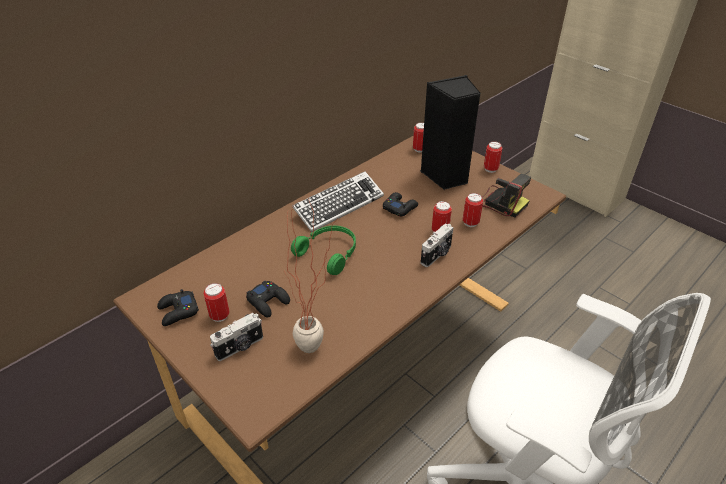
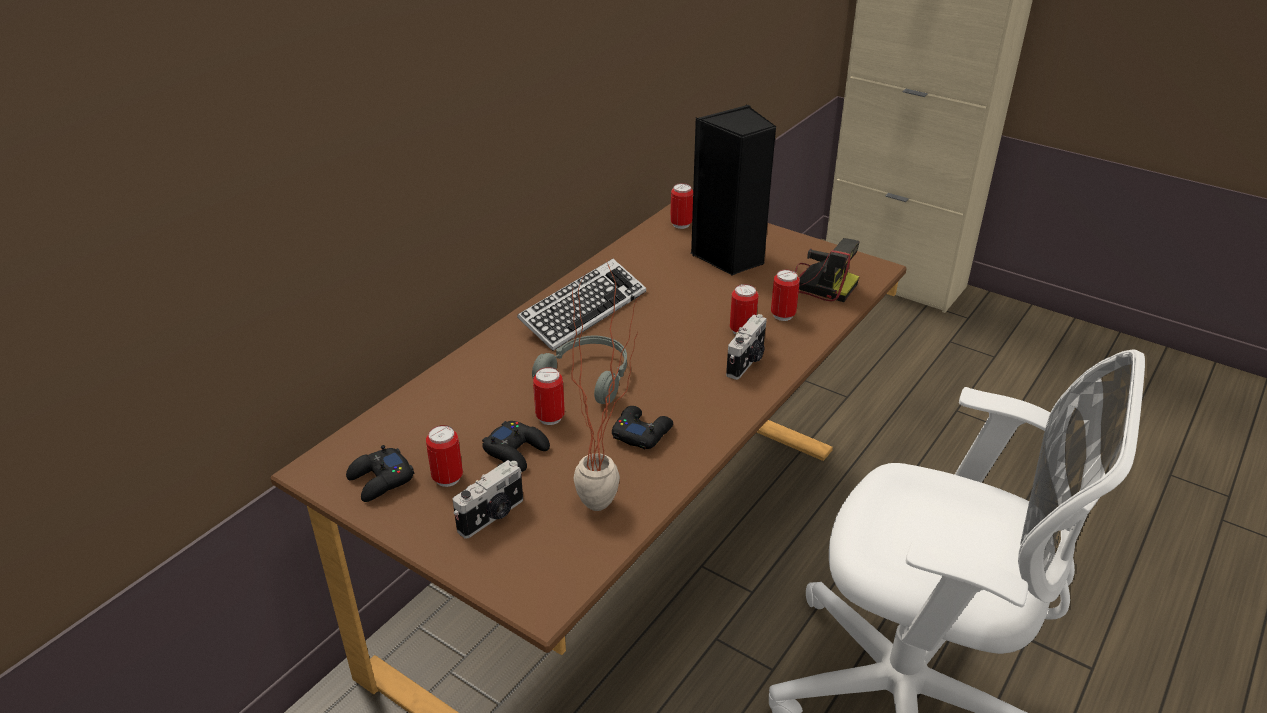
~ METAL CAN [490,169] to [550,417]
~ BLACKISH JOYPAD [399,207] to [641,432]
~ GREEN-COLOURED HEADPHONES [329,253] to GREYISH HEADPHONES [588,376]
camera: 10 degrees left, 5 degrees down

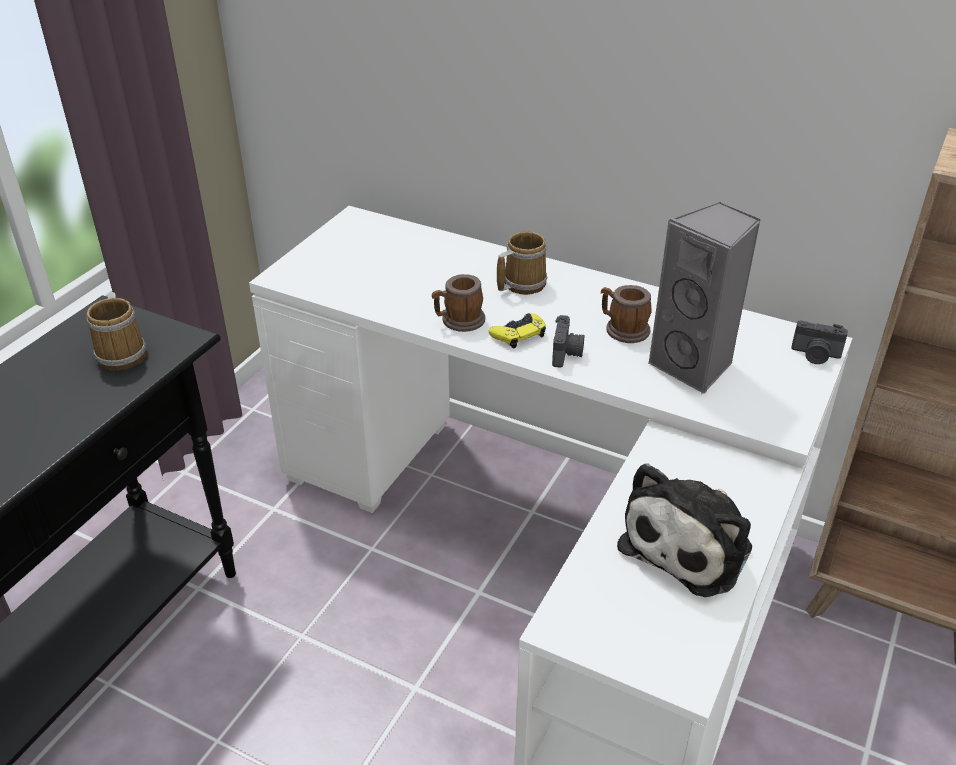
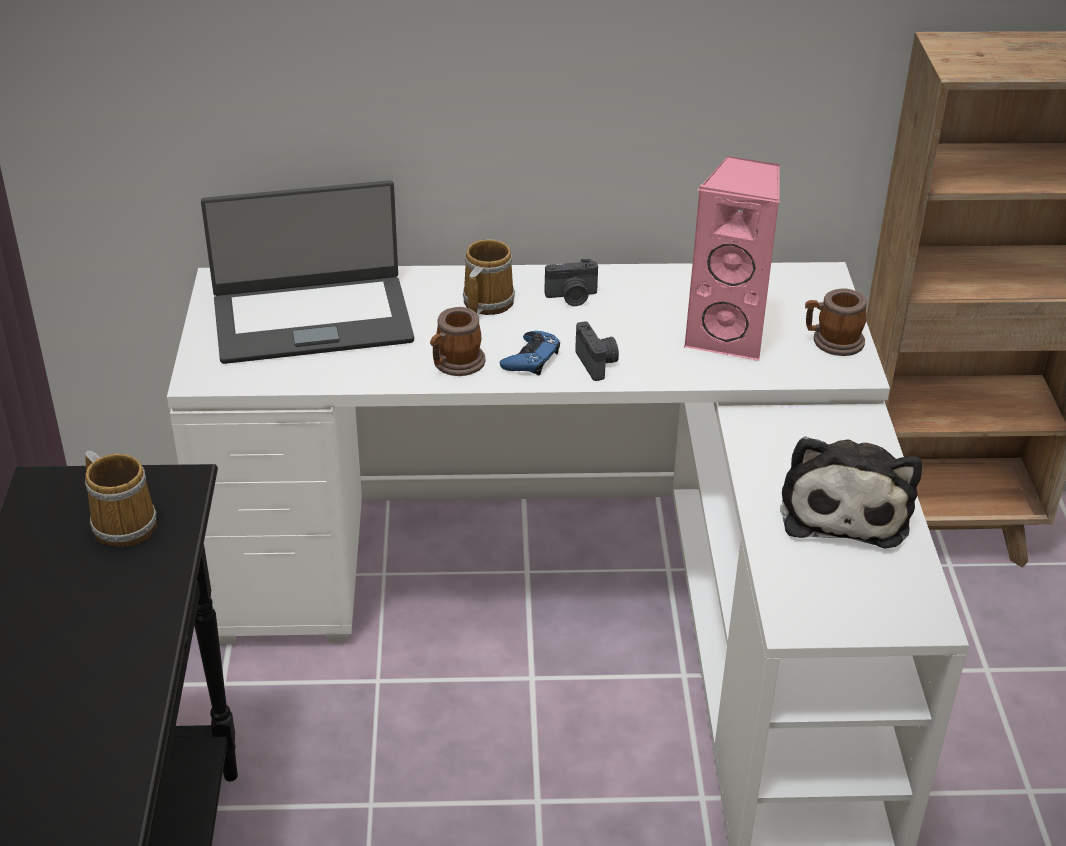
~ GREYISH SPEAKER [694,367] to PINK-COLOURED SPEAKER [729,336]
~ TEA MUG [623,329] to [832,342]
~ YELLOWISH JOYPAD [518,334] to BLUE-COLOURED JOYPAD [531,359]
~ STILL CAMERA [815,355] to [572,297]
+ PORTABLE COMPUTER [312,319]
camera: 30 degrees left, 0 degrees up

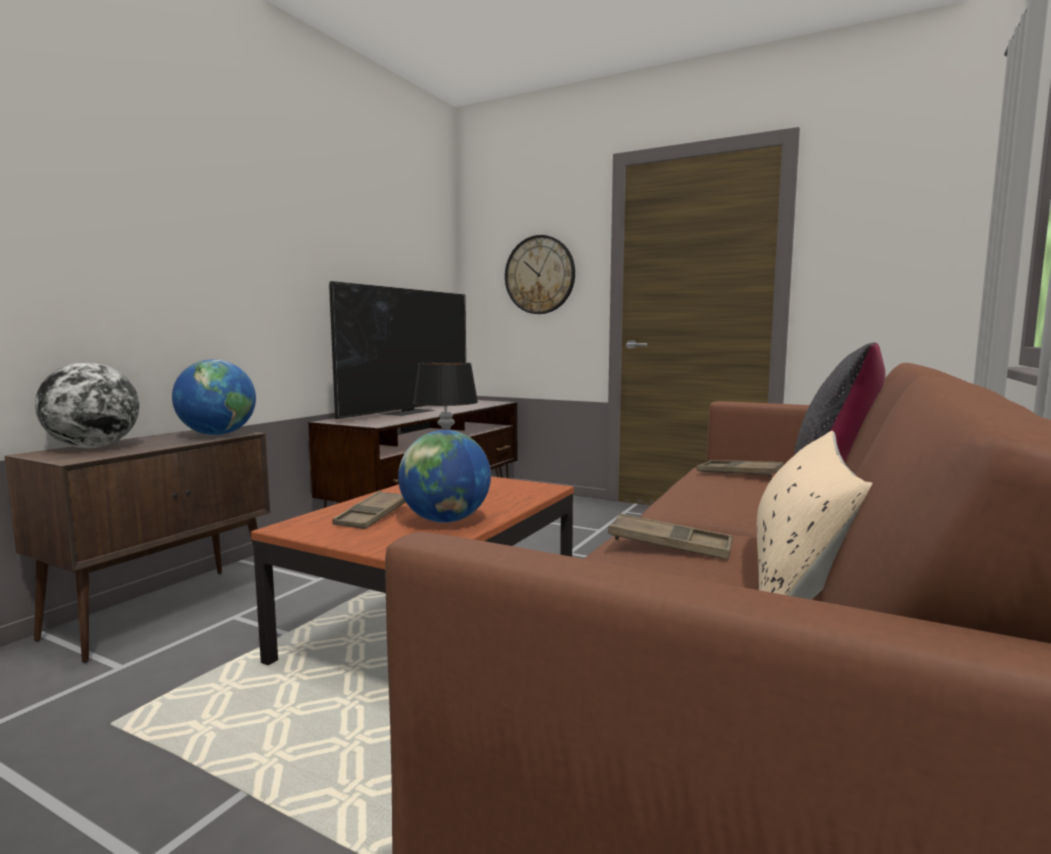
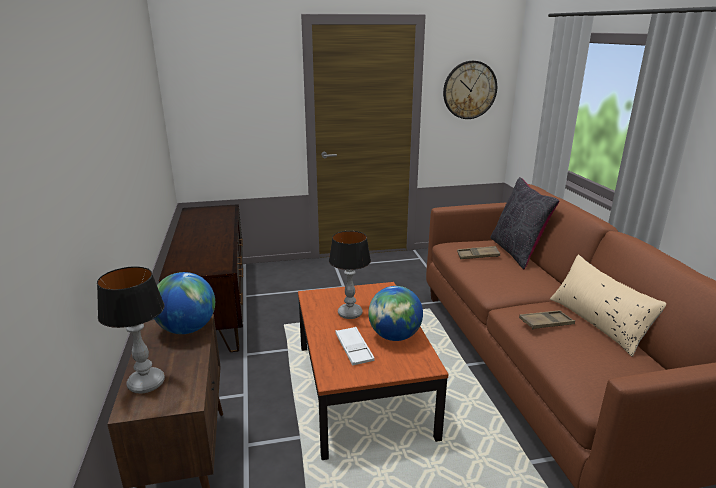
~ CLOCK ON THE WALL [540,275] to [469,90]
- TV [408,411]
~ GLOBE [93,447] to TABLE LAMP [146,383]
~ BROWN SERVING TRAY [373,516] to WHITISH SERVING TRAY [354,349]
camera: 40 degrees left, 15 degrees up

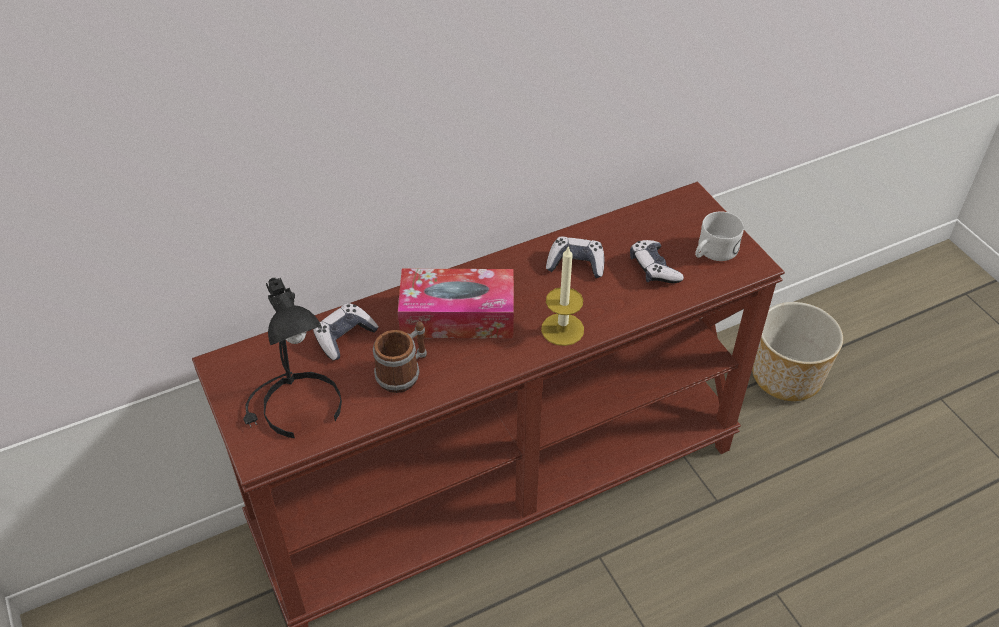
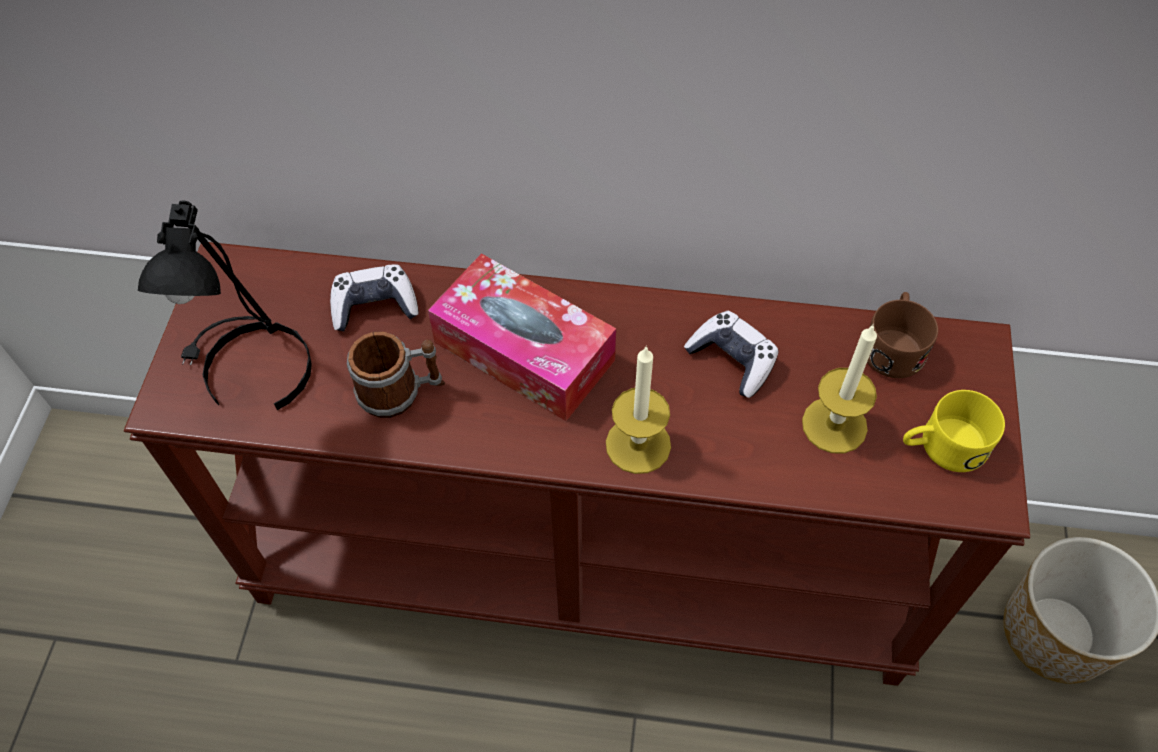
~ WHITISH TEA MUG [712,252] to YELLOWISH TEA MUG [941,446]
~ JOYPAD [653,269] to CANDLE [834,425]
+ BROWN TEA MUG [894,345]
camera: 35 degrees right, 10 degrees up

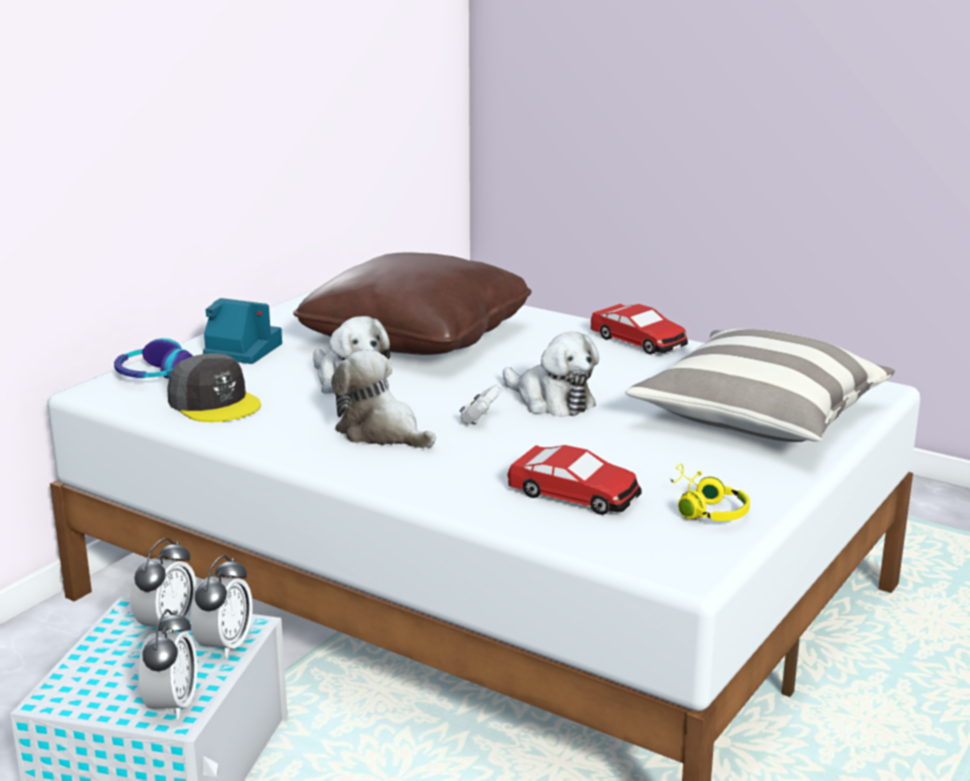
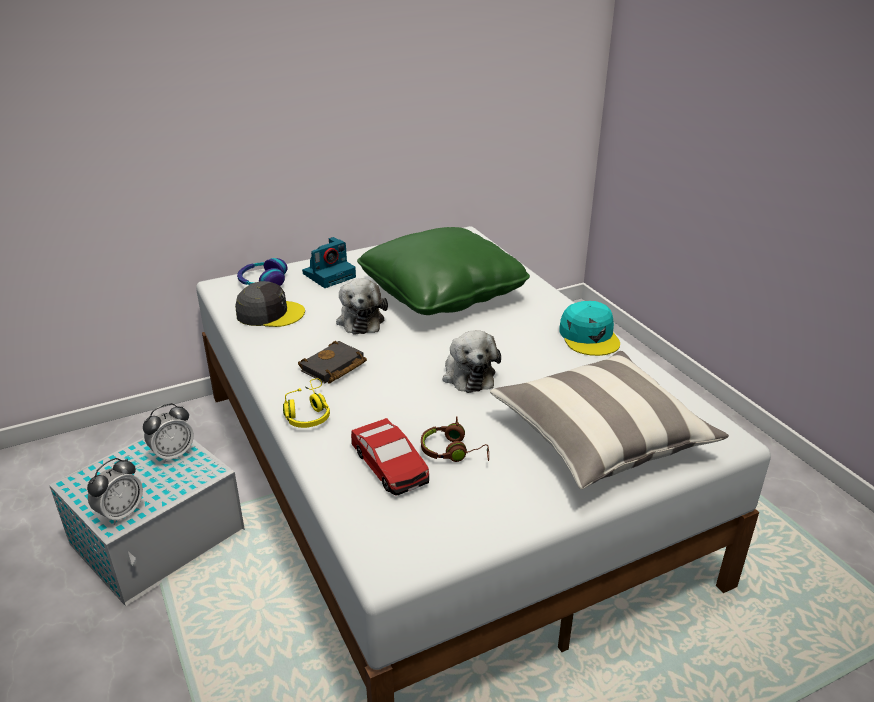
~ BROWN PILLOW [417,338] to GREEN-COLOURED PILLOW [442,293]
~ STILL CAMERA [241,350] = [330,275] 90 degrees clockwise
~ MINIATURE CAR [638,341] to BLUE-GREEN BASEBALL CAP [589,336]
~ SOFT TOY [381,433] to BLACKISH BOOK [333,368]
~ GREYISH BASEBALL CAP [214,403] = [270,313] 75 degrees counterclockwise
- WHITISH JOYPAD [480,419]
~ YELLOWISH HEADPHONES [704,509] to [308,413]
- ALARM CLOCK [224,645]
+ BROWN HEADPHONES [454,451]
camera: 30 degrees right, 10 degrees up

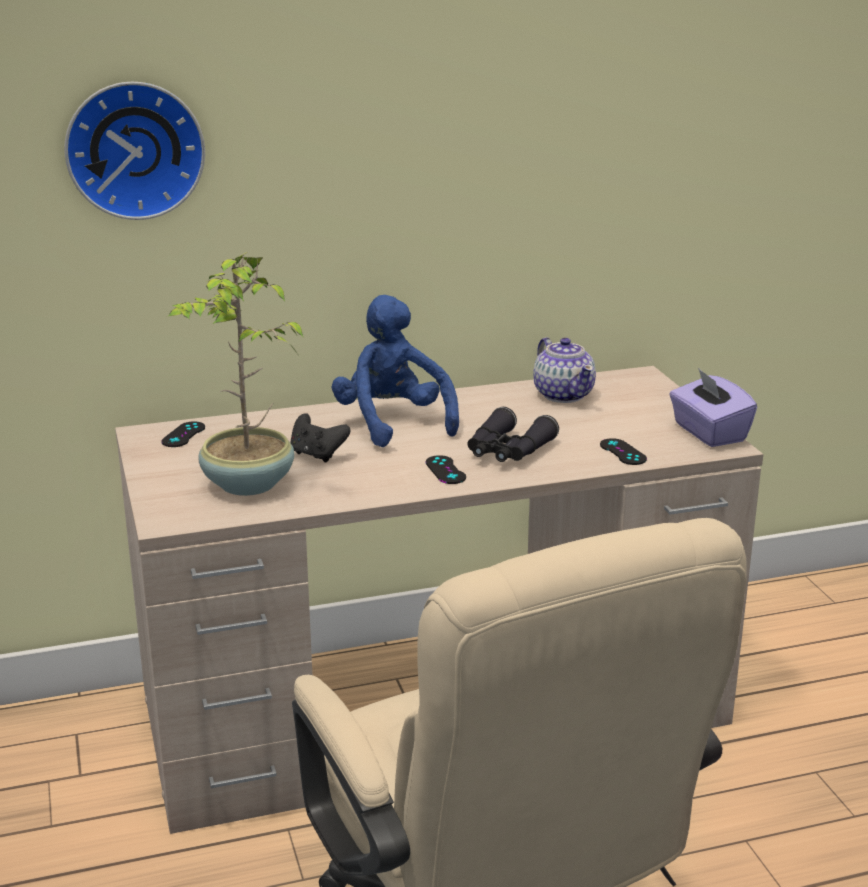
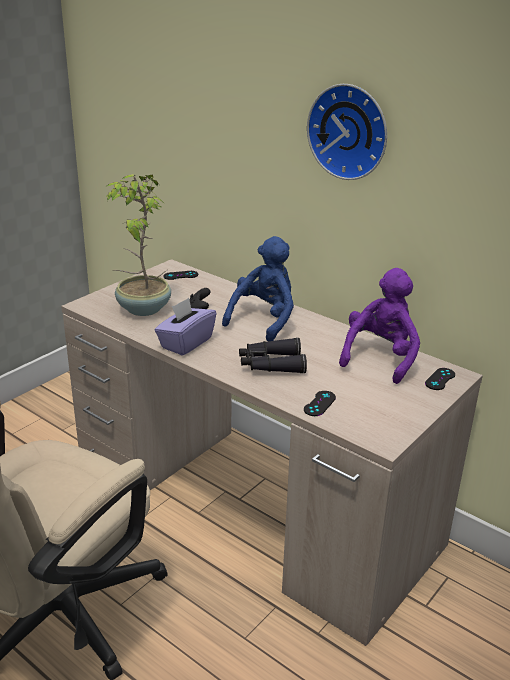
~ CLOCK ON THE WALL [134,149] to [350,131]
~ POT FOR TEA [563,394] to PURPLISH SOFT TOY [380,357]
~ PURPLISH TISSUE BOX [708,433] to [186,343]
~ BLACKISH JOYPAD [445,470] to [440,379]
camera: 55 degrees right, 5 degrees up

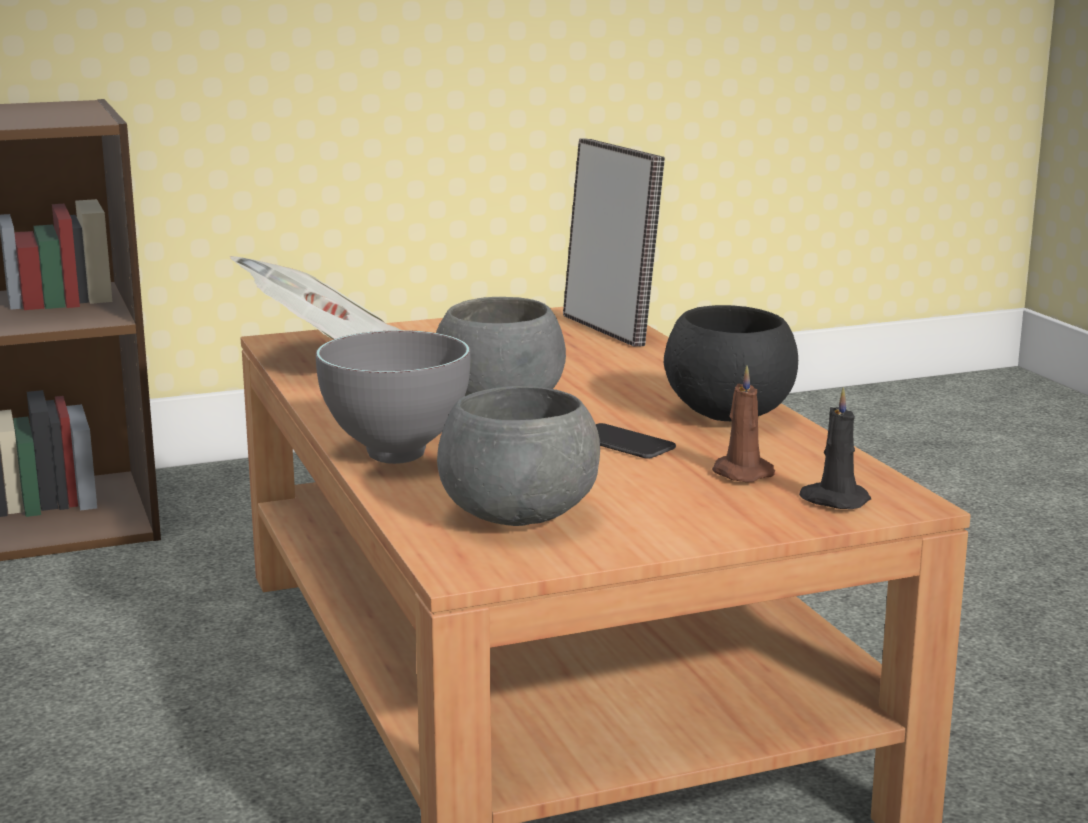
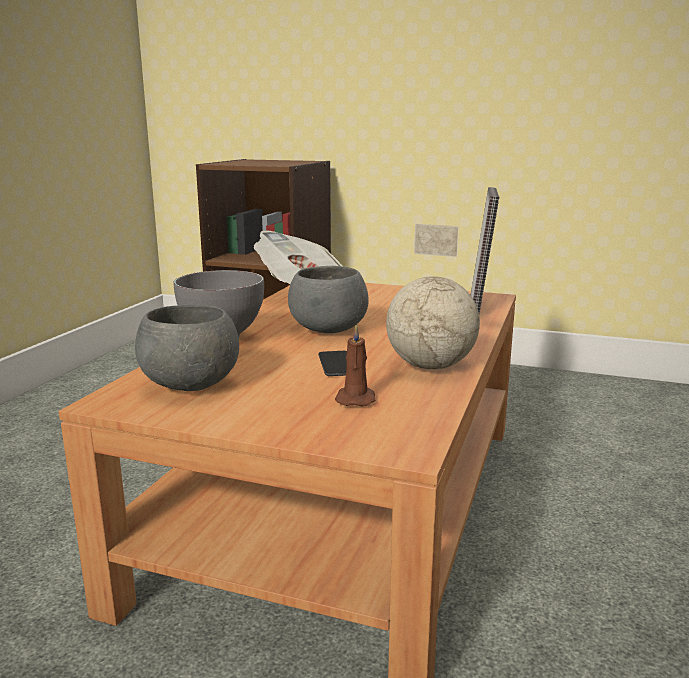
~ BLACKISH BOWL [727,416] to GLOBE [429,366]
- BLACKISH CANDLE [833,500]
camera: 40 degrees right, 0 degrees up

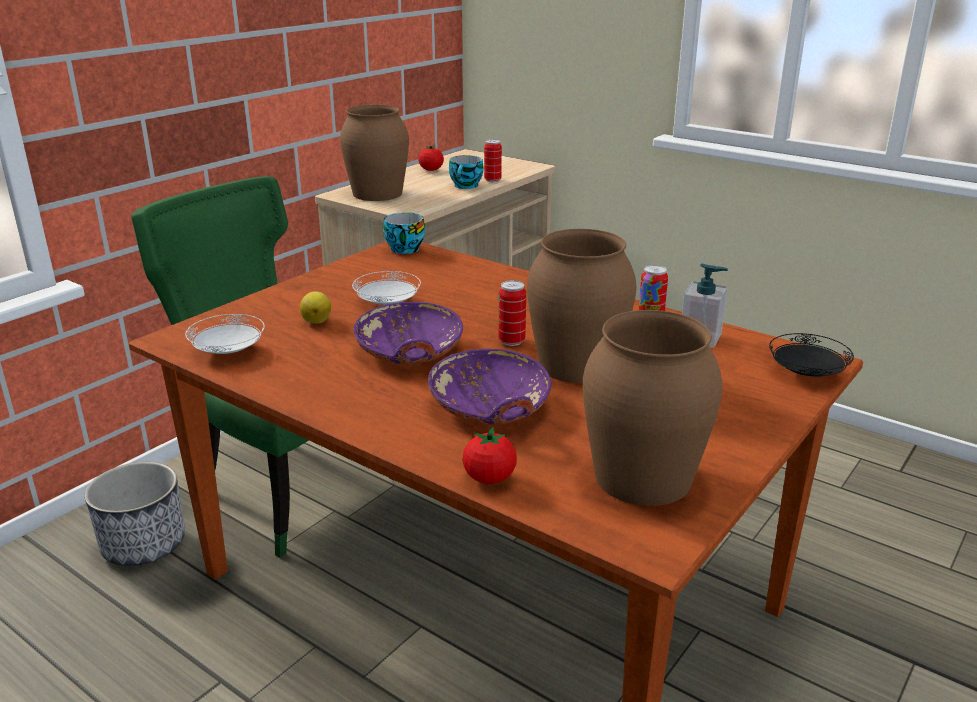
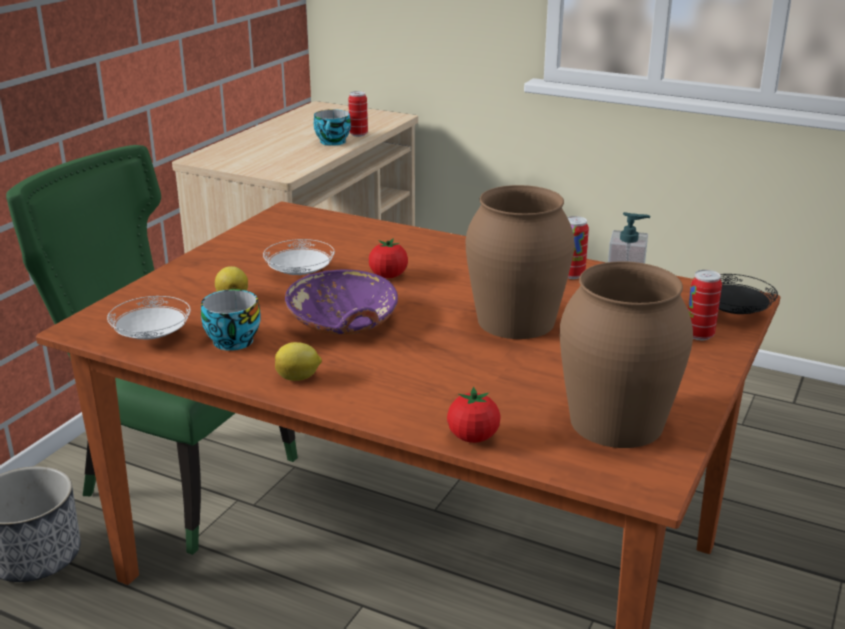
- BROWN FLOWER VASE [377,193]
~ WHOLE TOMATO [431,170] to [388,276]
~ SMALL CUP [403,248] to [230,340]
~ METAL CAN [511,341] to [699,335]
- PURPLISH BOWL [490,407]
+ LEMON [299,378]
camera: 10 degrees left, 0 degrees up

